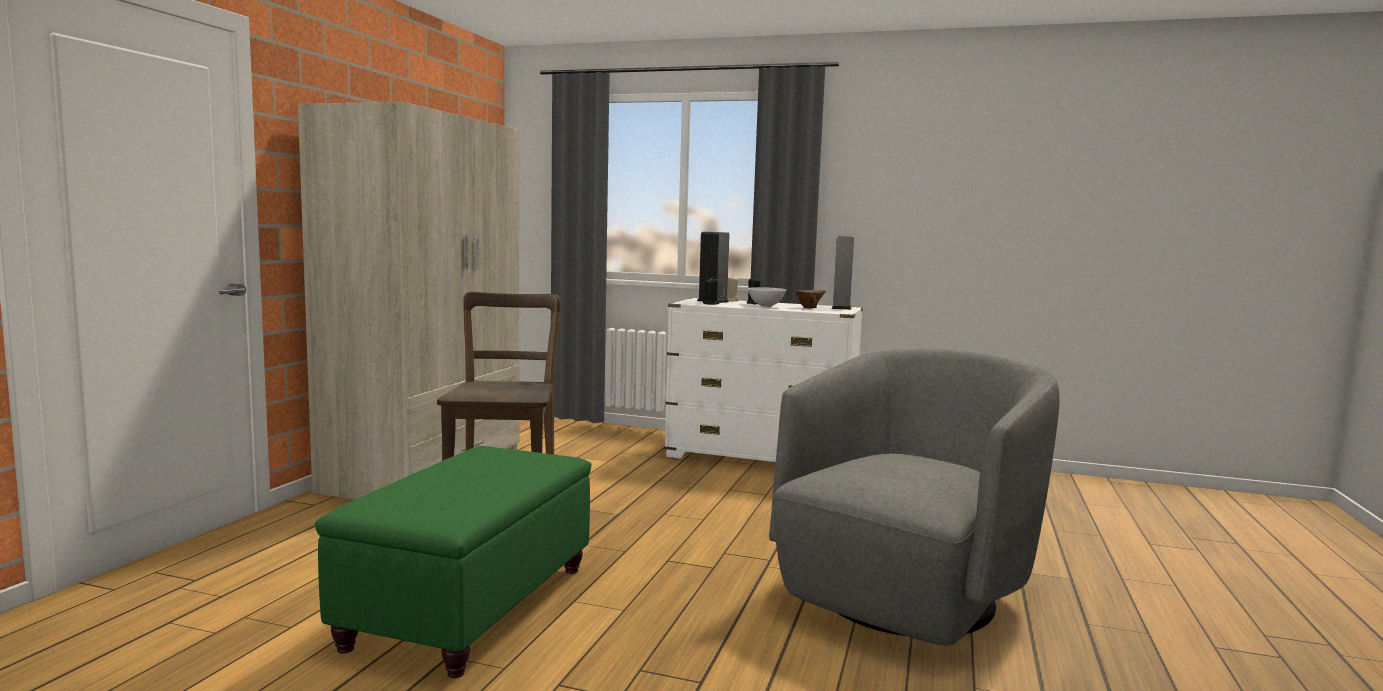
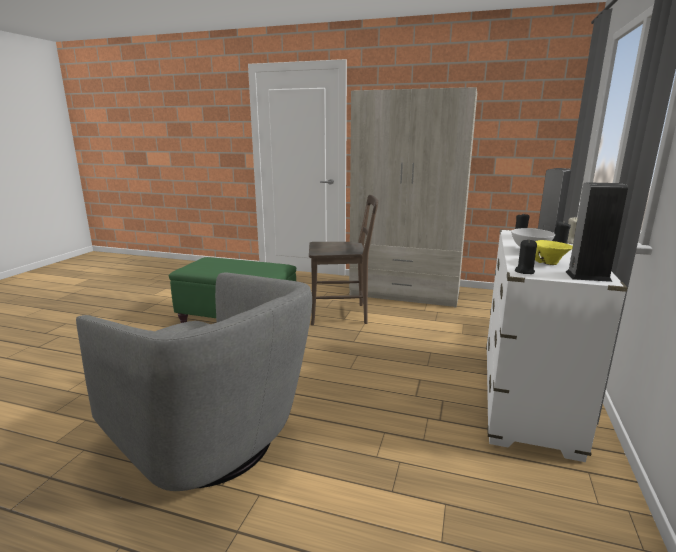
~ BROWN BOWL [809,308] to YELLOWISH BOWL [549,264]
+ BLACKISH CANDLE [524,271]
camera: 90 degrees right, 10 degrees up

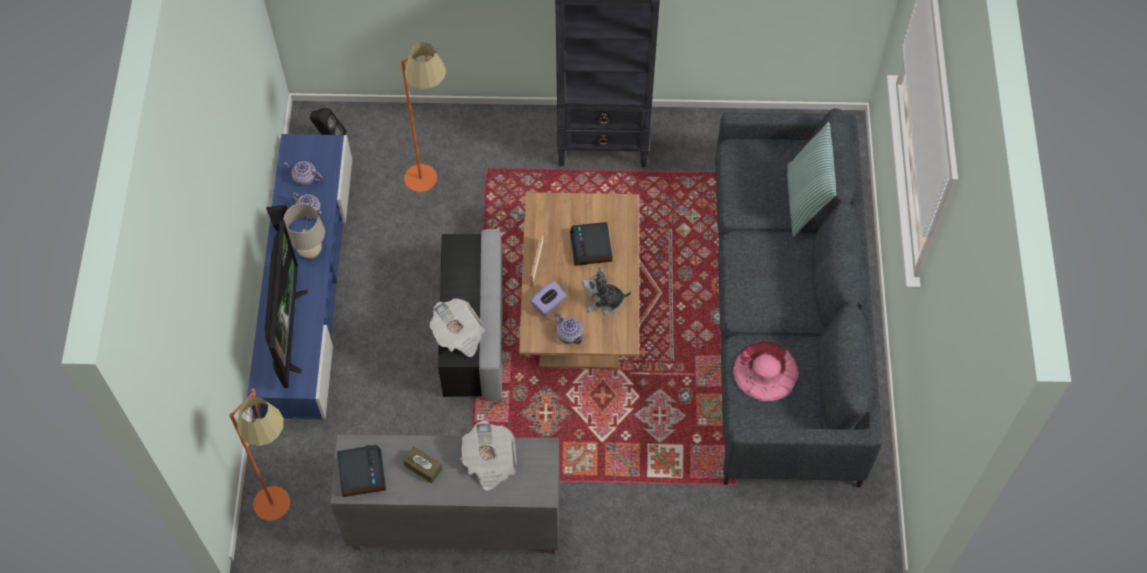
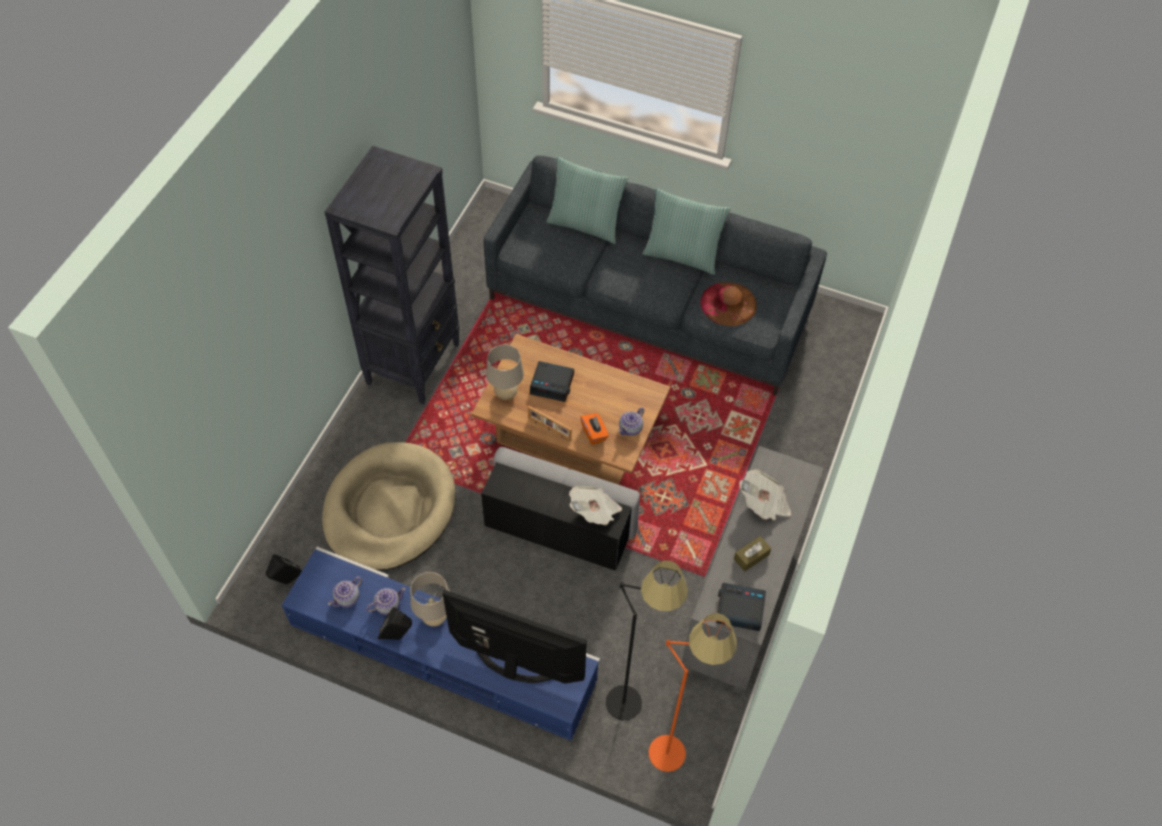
~ ORANGE-COLOURED STANDARD LAMP [432,185] to SAND-COLOURED DOG BED [389,509]
- SOFT TOY [604,301]
~ PURPLISH TISSUE BOX [549,304] to ORANGE-COLOURED TISSUE BOX [594,433]
~ POT FOR TEA [569,334] = [631,428] 150 degrees clockwise
~ PINK-COLOURED CLOTHING HAT [766,371] to BROWN CLOTHING HAT [728,303]
+ PILLOW [682,255]
+ SAND-COLOURED TABLE LAMP [506,394]
+ BLACKISH STANDARD LAMP [636,692]
camera: 70 degrees left, 5 degrees down

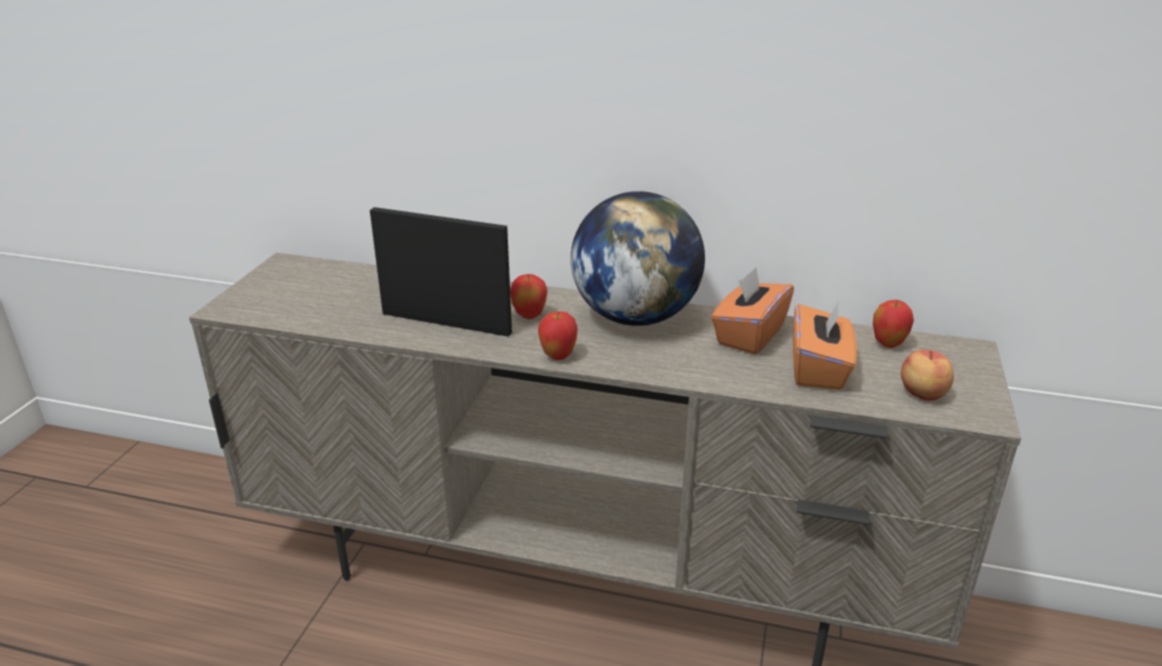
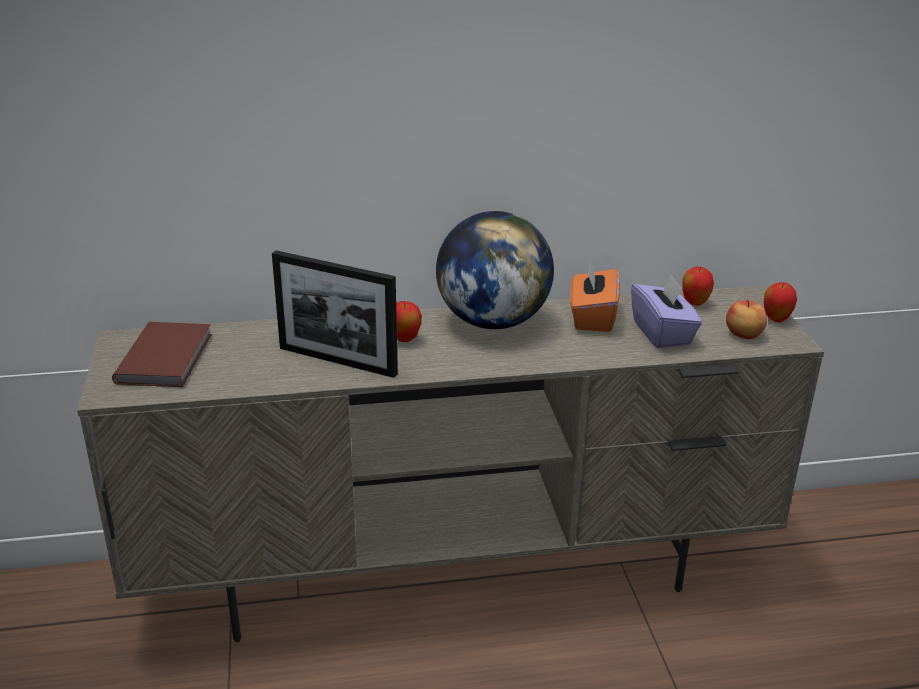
~ PHOTO FRAME [446,323] = [337,361] 150 degrees counterclockwise
~ ORANGE-COLOURED TISSUE BOX [819,370] to PURPLISH TISSUE BOX [662,333]
~ APPLE [558,356] to [776,319]
+ BROWN BOOK [168,357]
camera: 25 degrees left, 0 degrees up

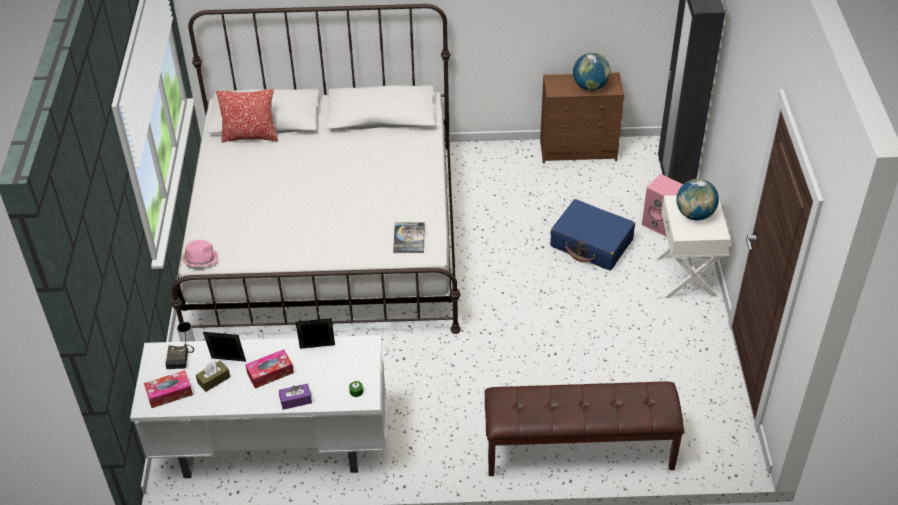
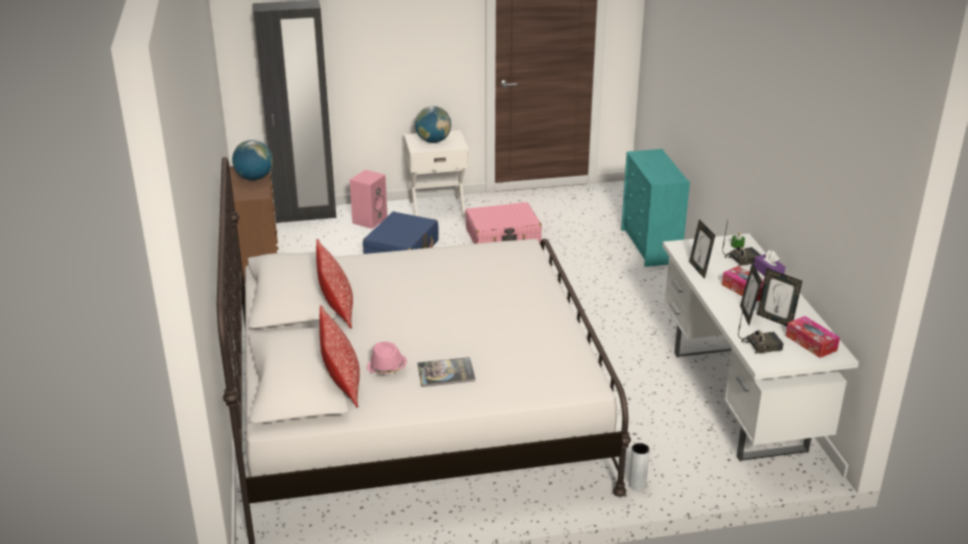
~ BOOK [409,238] to [446,373]
~ PINK-COLOURED CLOTHING HAT [200,259] to [386,368]
~ BROWN TISSUE BOX [214,380] to PHOTO FRAME [775,320]
~ BROWN LONG SEAT [578,451] to BLUE-GREEN DRAWER CHEST [651,246]
+ PINK-COLOURED SUITCASE [503,237]
+ RADIO SET [742,259]
+ PILLOW [337,311]
camera: 100 degrees left, 15 degrees down

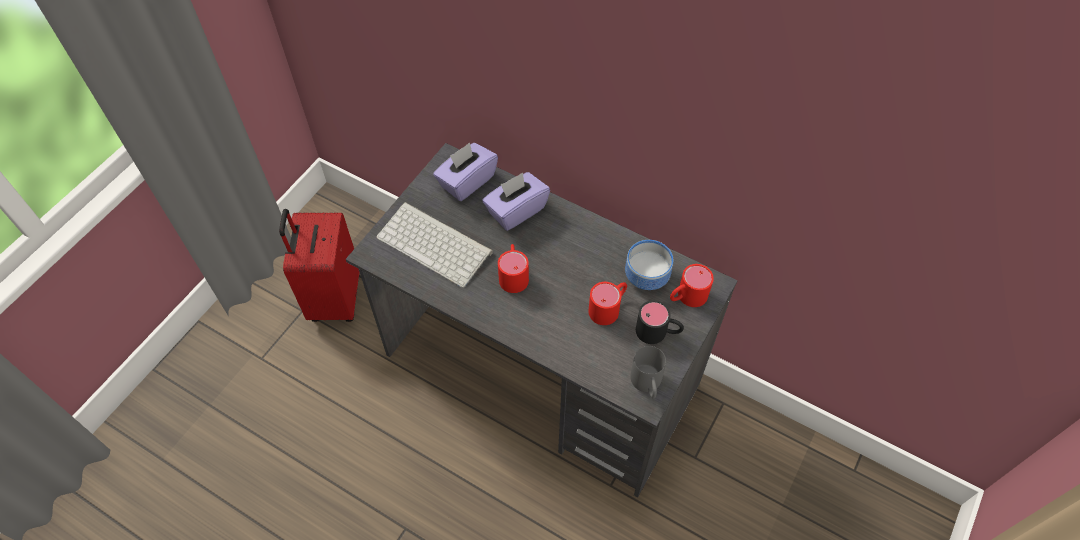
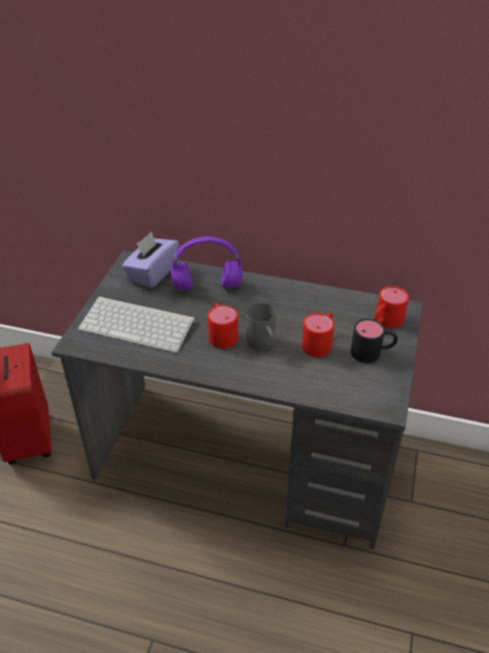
~ PURPLISH TISSUE BOX [516,210] to PURPLISH HEADPHONES [206,287]
- BOWL [645,277]
~ GREYISH TEA MUG [647,385] to [263,345]
camera: 15 degrees left, 15 degrees down

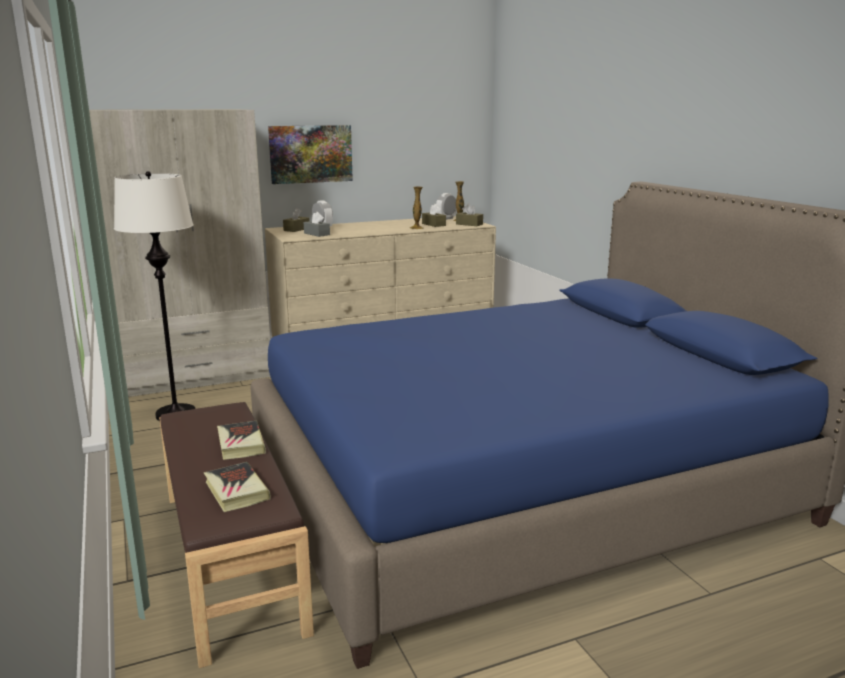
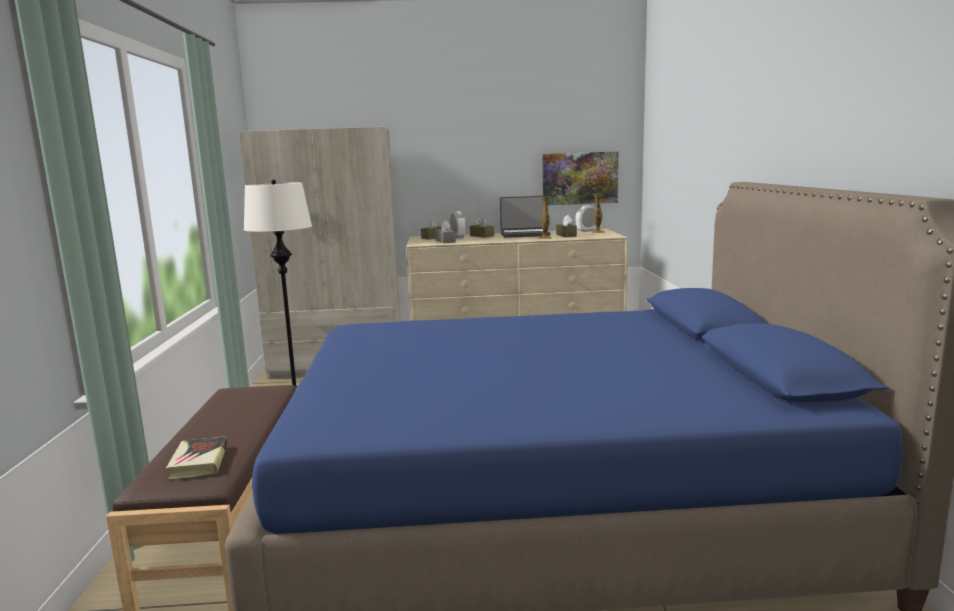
~ WALL PICTURE [310,154] to [579,178]
~ BROWN TISSUE BOX [469,224] to [482,236]
- BOOK [240,444]
+ PORTABLE COMPUTER [525,234]
camera: 20 degrees right, 5 degrees down

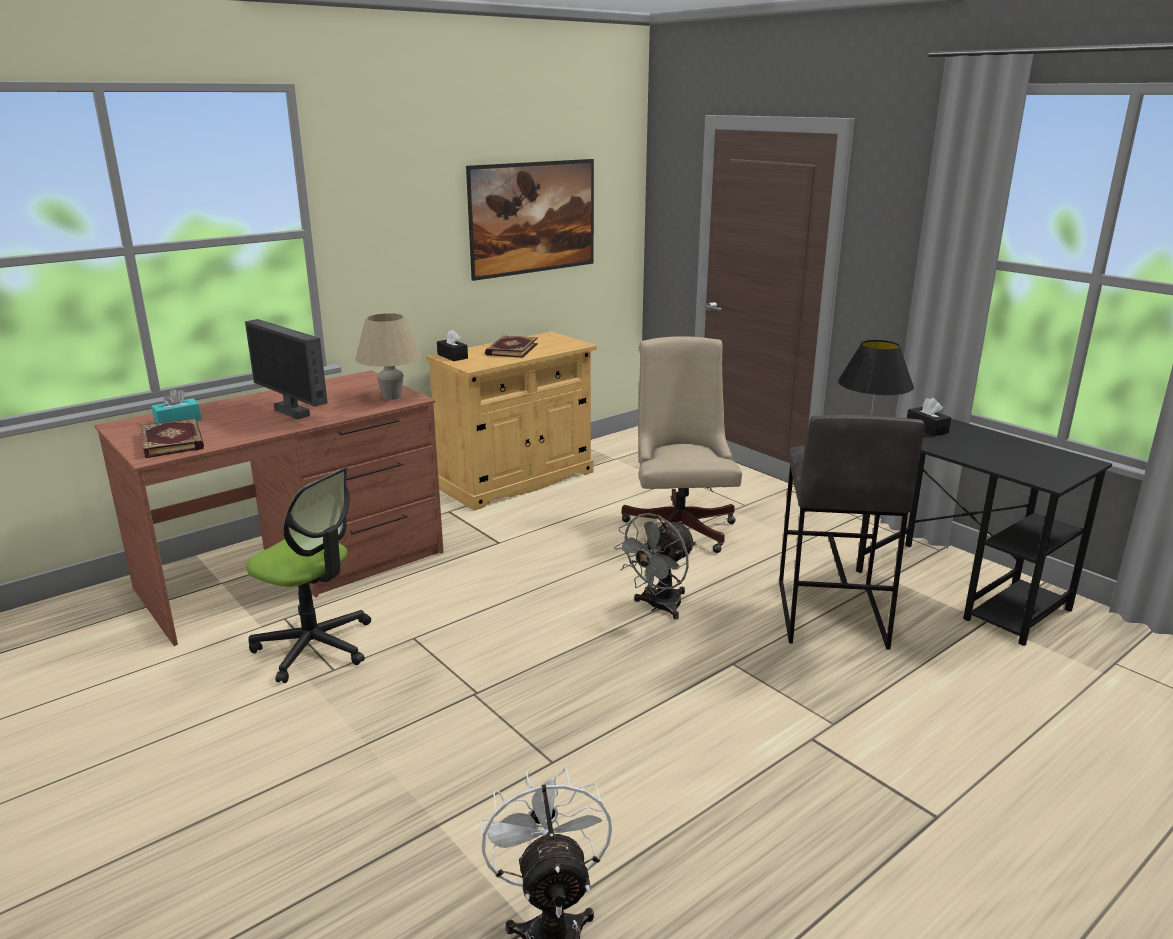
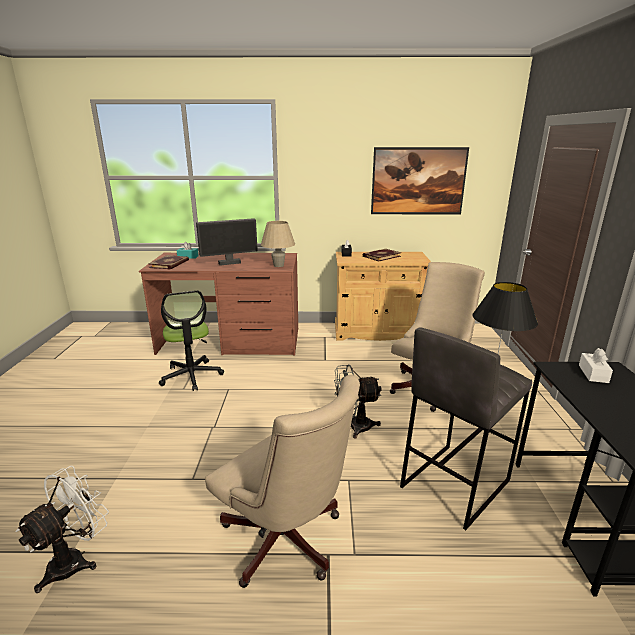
~ COMPUTER DISPLAY [293,412] = [229,263] 105 degrees counterclockwise
~ BLACKISH TISSUE BOX [927,429] to WHITISH TISSUE BOX [593,374]
+ SAND-COLOURED DESK CHAIR [286,543]
camera: 40 degrees right, 0 degrees up

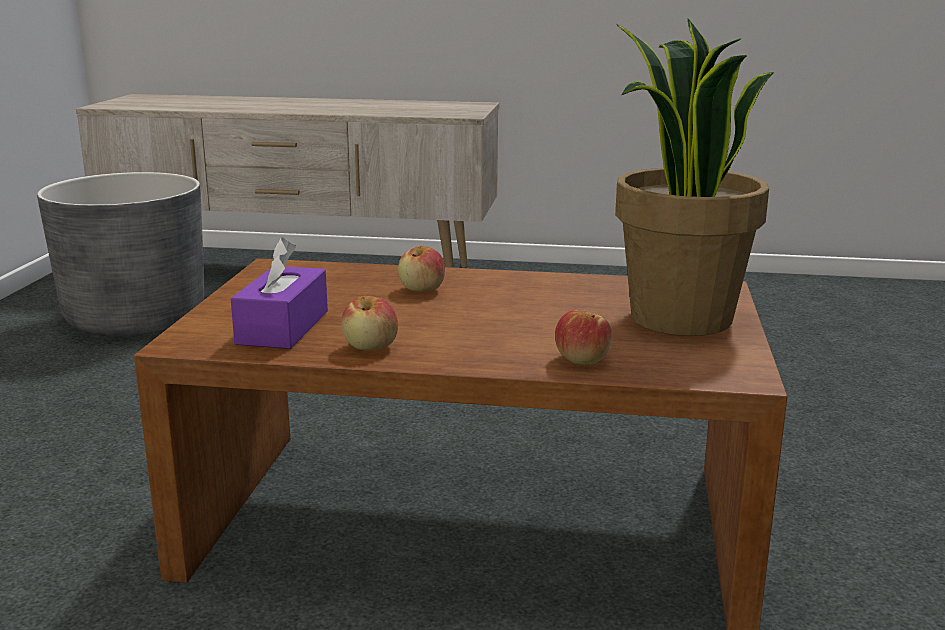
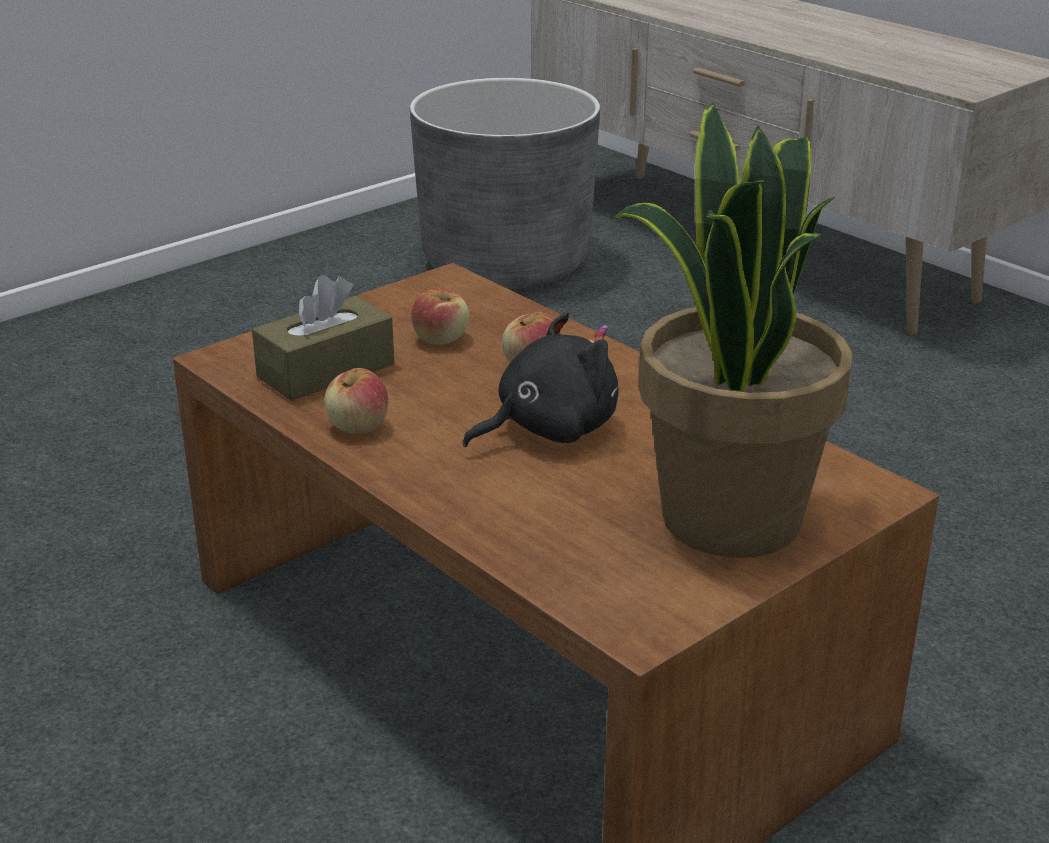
~ PURPLISH TISSUE BOX [283,327] to BROWN TISSUE BOX [326,370]
~ APPLE [582,359] to [441,338]
+ BLACKISH SOFT TOY [548,429]
camera: 40 degrees right, 10 degrees up

